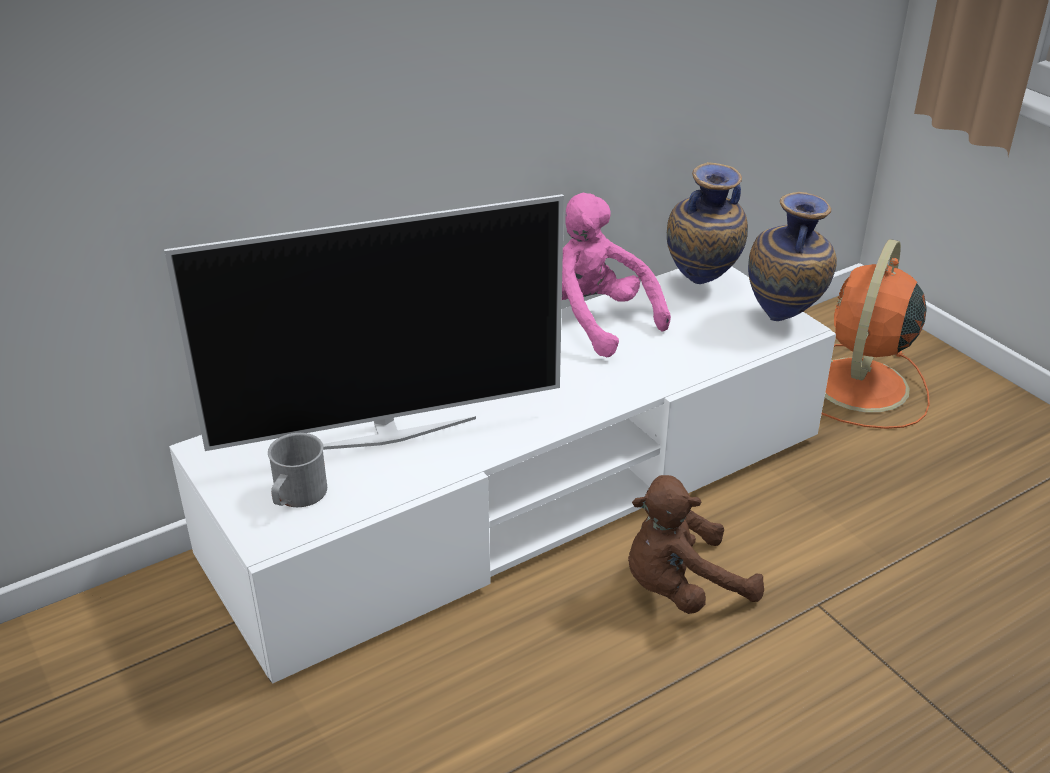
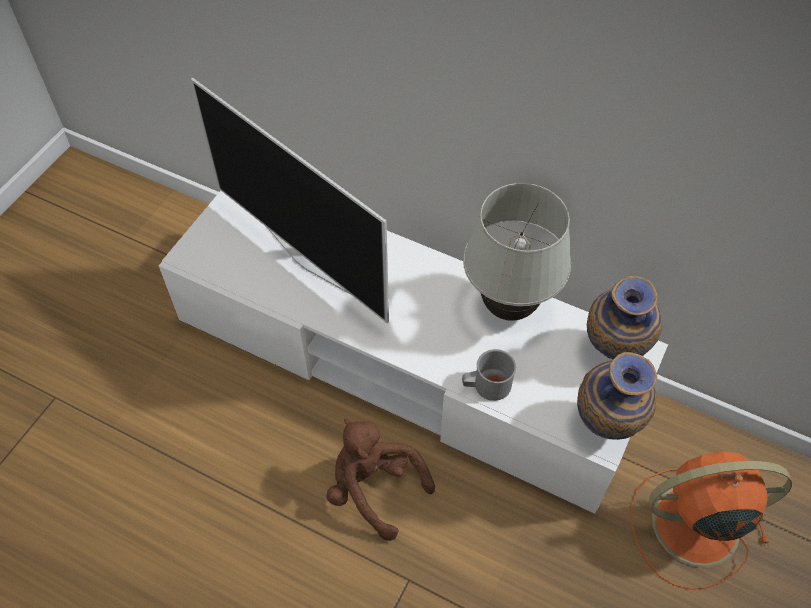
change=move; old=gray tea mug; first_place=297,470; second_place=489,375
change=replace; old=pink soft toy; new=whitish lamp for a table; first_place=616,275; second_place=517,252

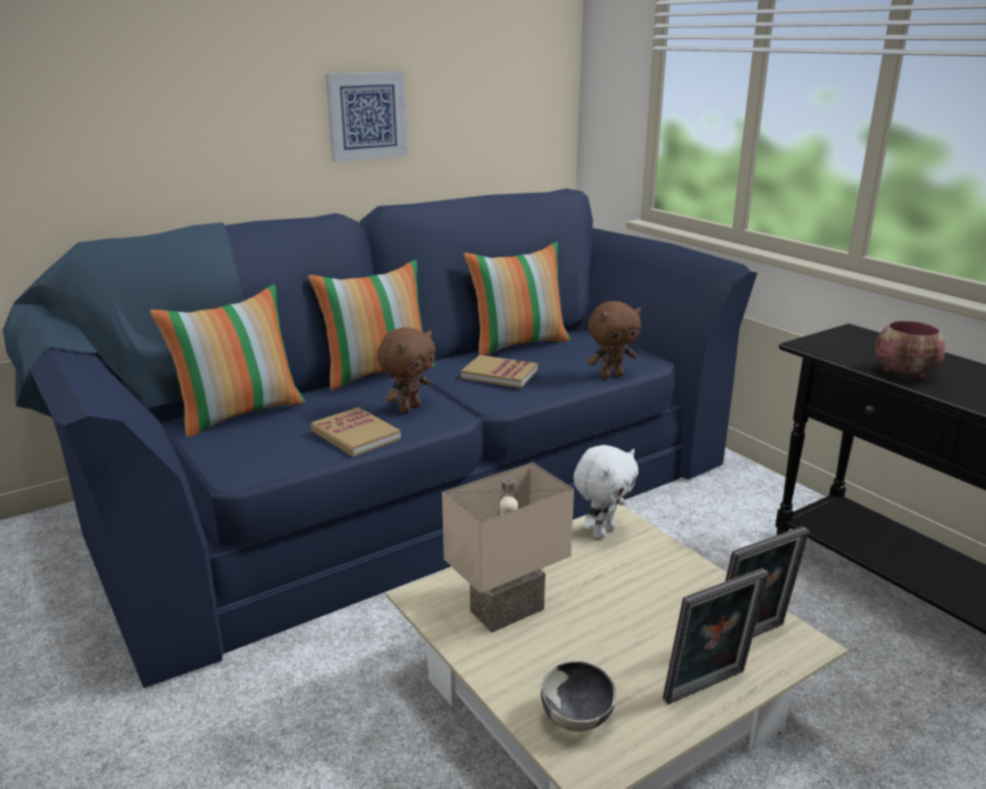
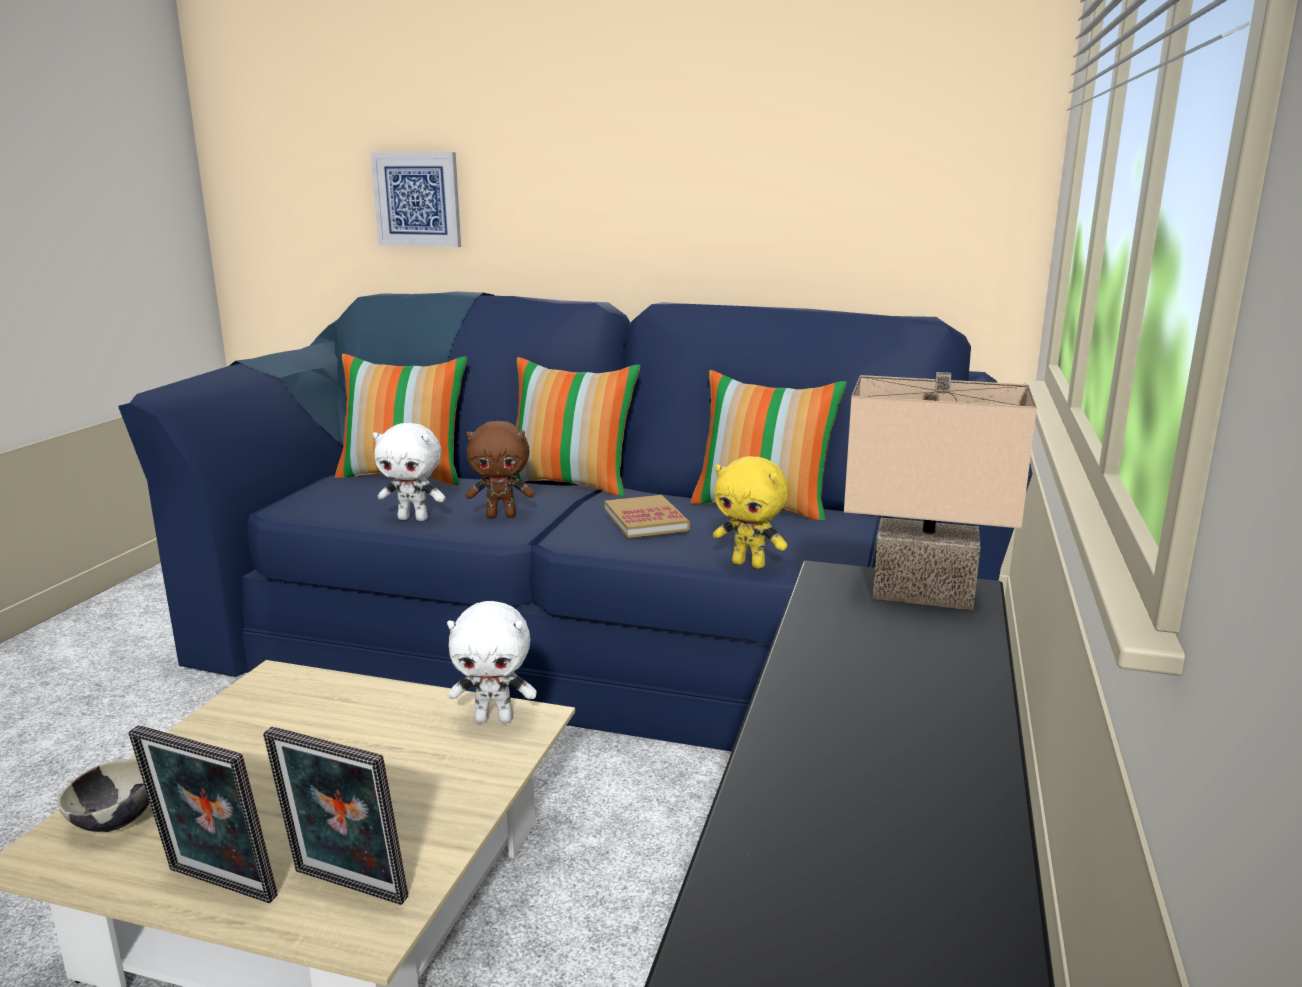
change=delete; old=deep dish; first_place=910,350
change=move; old=picture; first_place=367,116; second_place=416,199
change=move; old=beige-coloured lamp for a table; first_place=508,547; second_place=940,491
change=replace; old=volume; new=whitish soft toy; first_place=356,432; second_place=409,472
change=recolor; old=brownish soft toy; new=yellowish soft toy; first_place=614,339; second_place=751,512

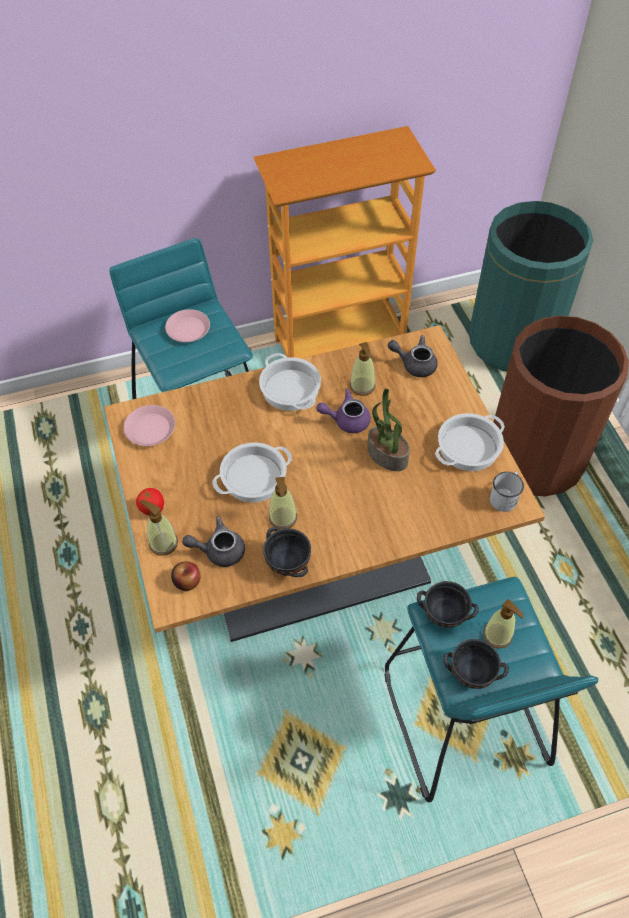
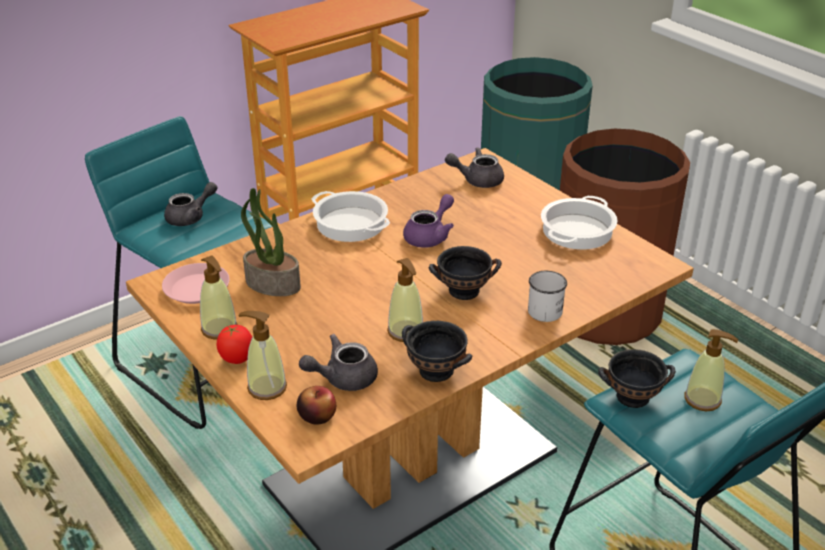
change=delete; old=saucepot; first_place=252,472
change=move; old=soap bottle; first_place=362,369; second_place=219,297
change=move; old=houseplant; first_place=388,430; second_place=271,242
change=move; old=black deep dish; first_place=476,664; second_place=465,273
change=move; old=whitish tea mug; first_place=507,491; second_place=547,296
change=replace; old=pink plate; new=gray teapot; first_place=187,325; second_place=190,204
change=rotate; old=purplish teapot; first_place=343,411; second_place=428,221; degrees=150

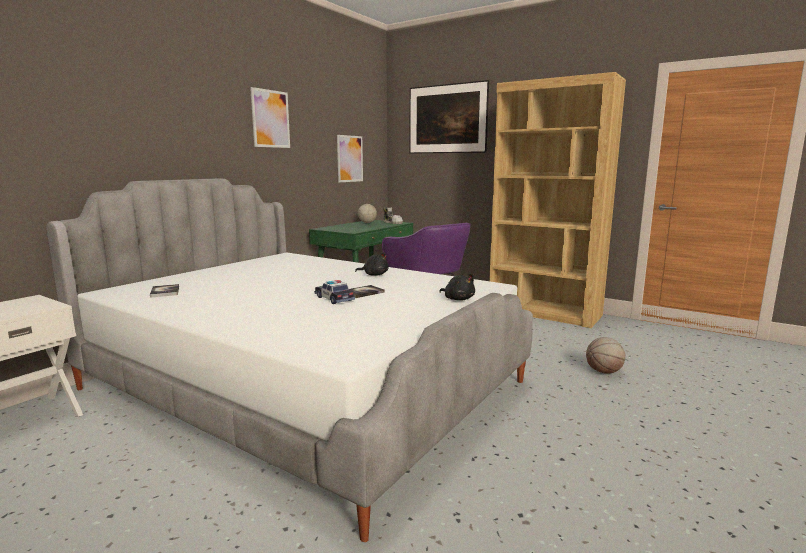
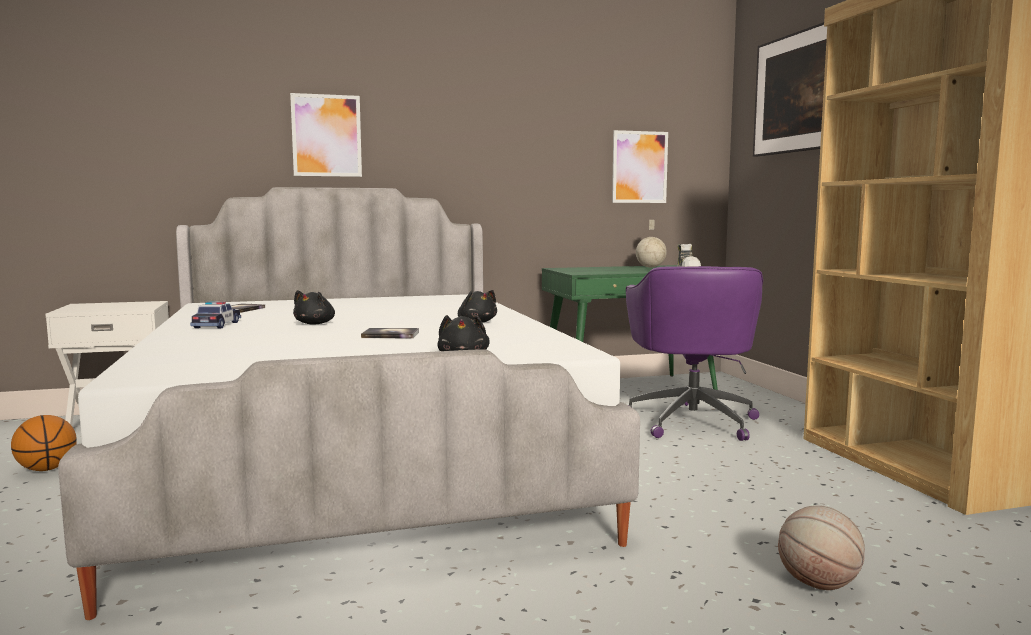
change=insert; new=ball for basketball; second_place=44,443
change=insert; new=black soft toy; second_place=314,307
change=move; old=picture; first_place=270,117; second_place=326,135
change=move; old=model car; first_place=334,292; second_place=215,315

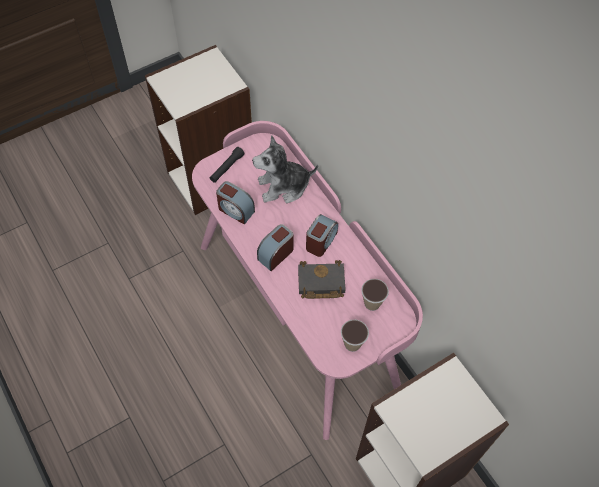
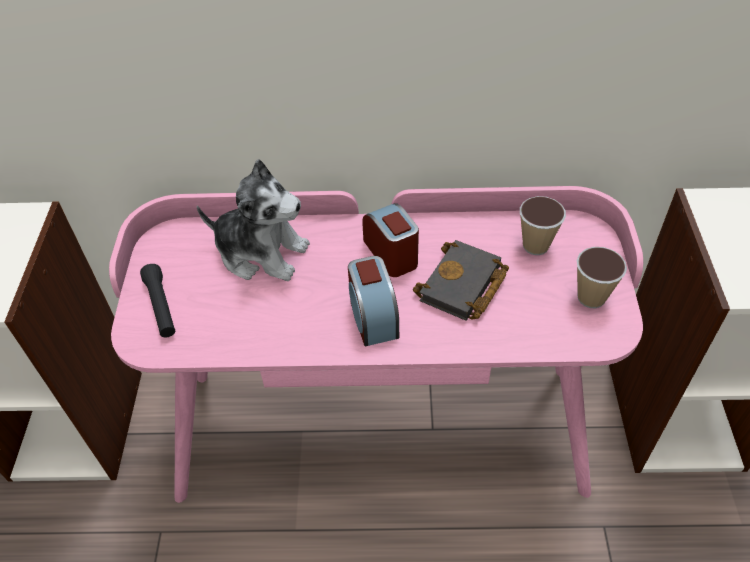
change=delete; old=alarm clock; first_place=235,203
change=rotate; old=soft toy; first_place=285,169; second_place=253,220; degrees=-90

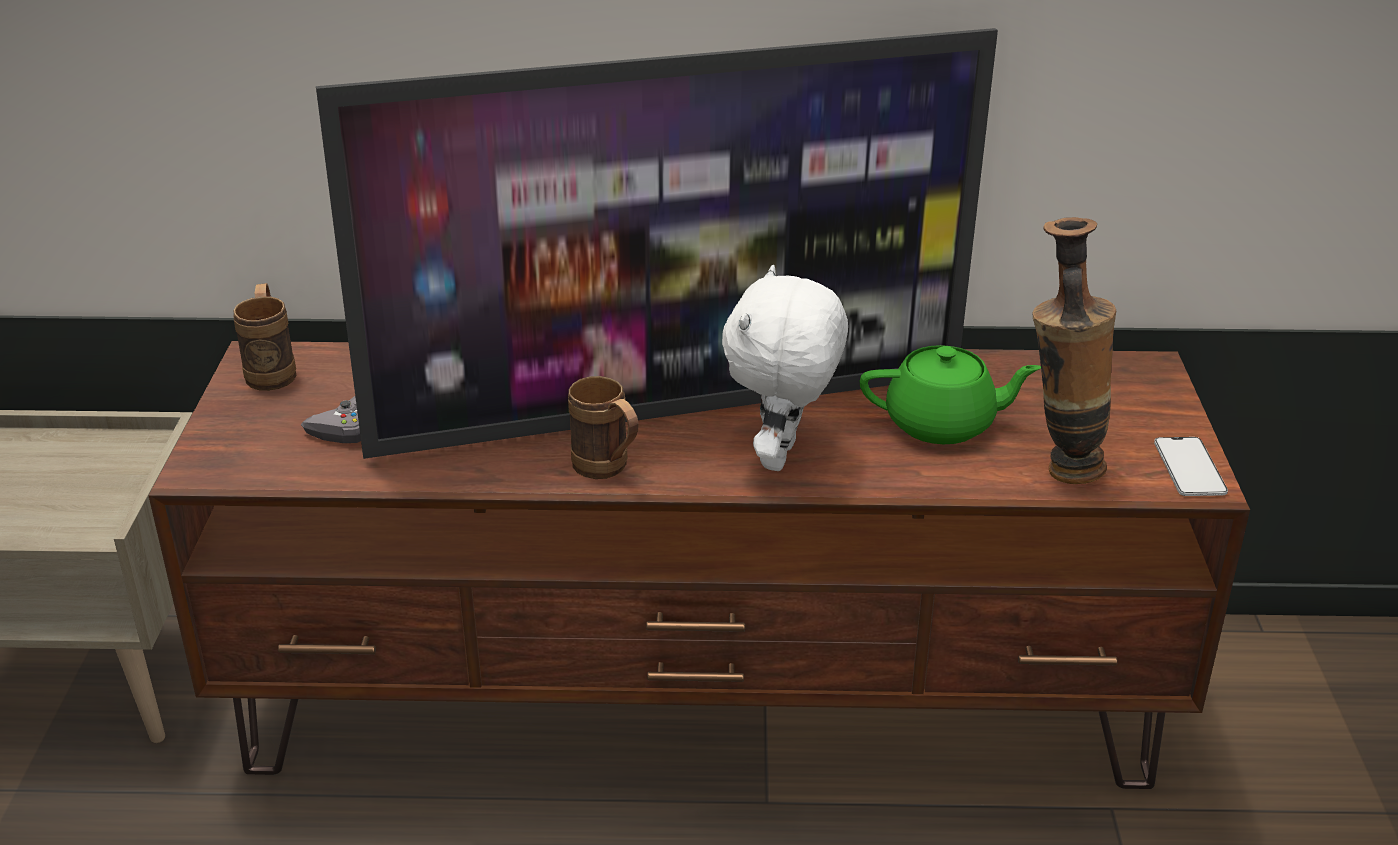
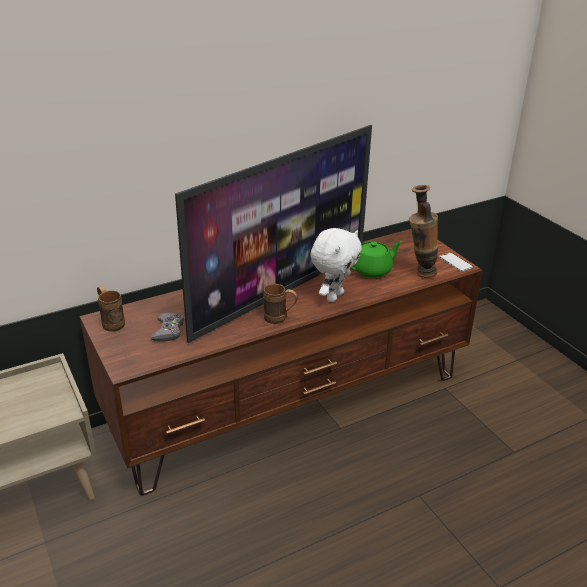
change=rotate; old=whitish soft toy; first_place=785,368; second_place=336,265; degrees=-135

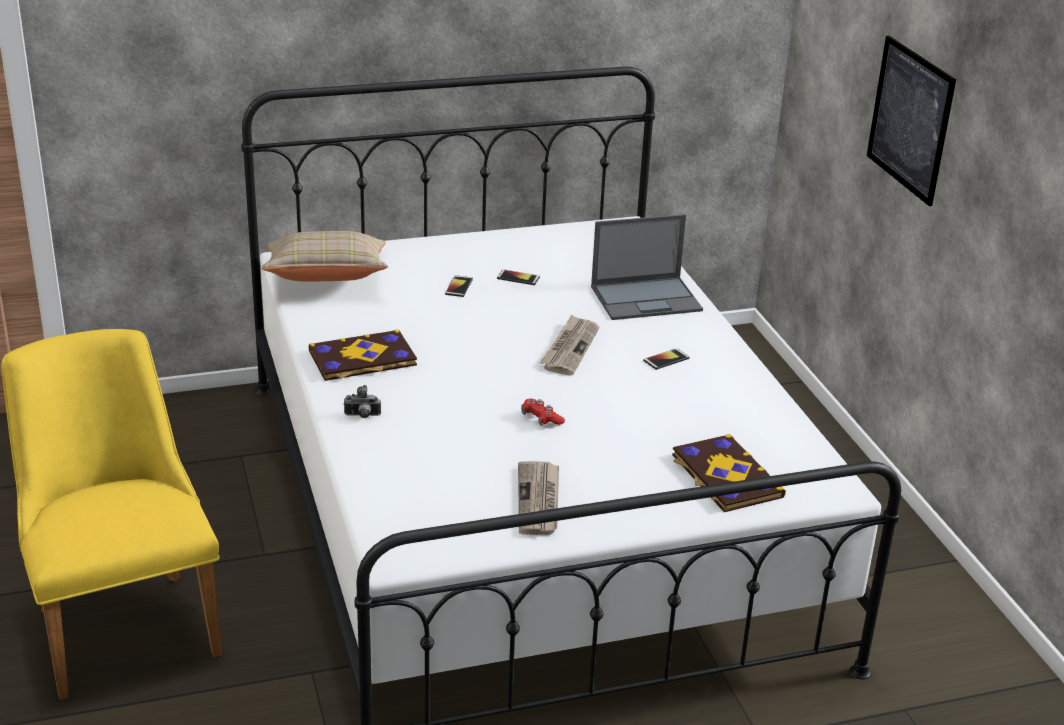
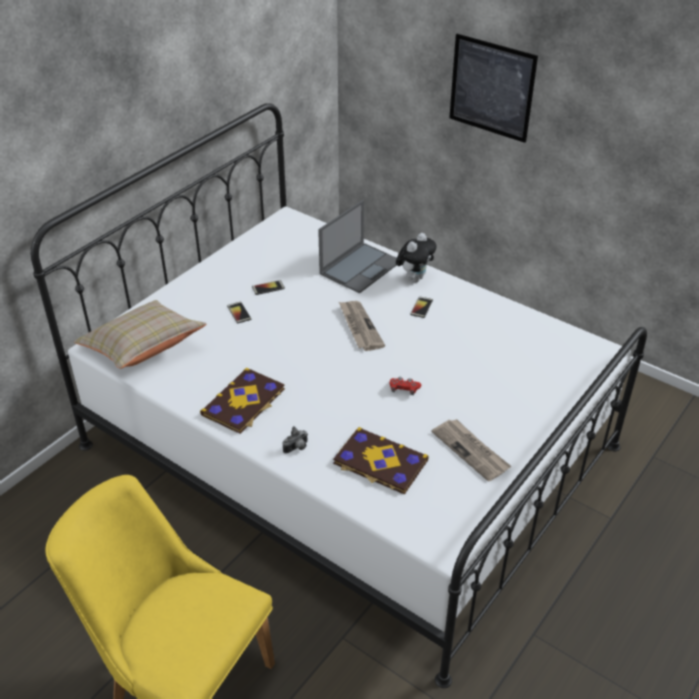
change=insert; new=soft toy; second_place=416,257
change=move; old=volume; first_place=729,473; second_place=381,461

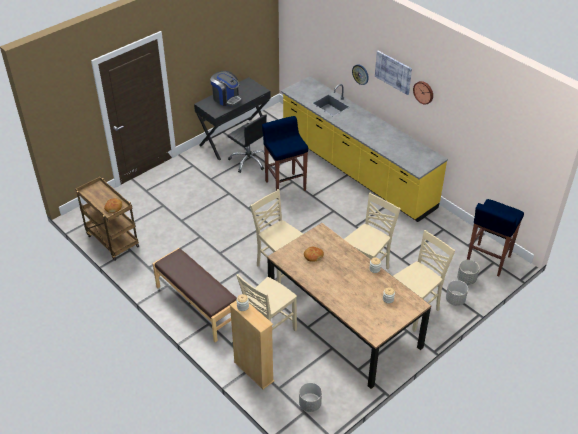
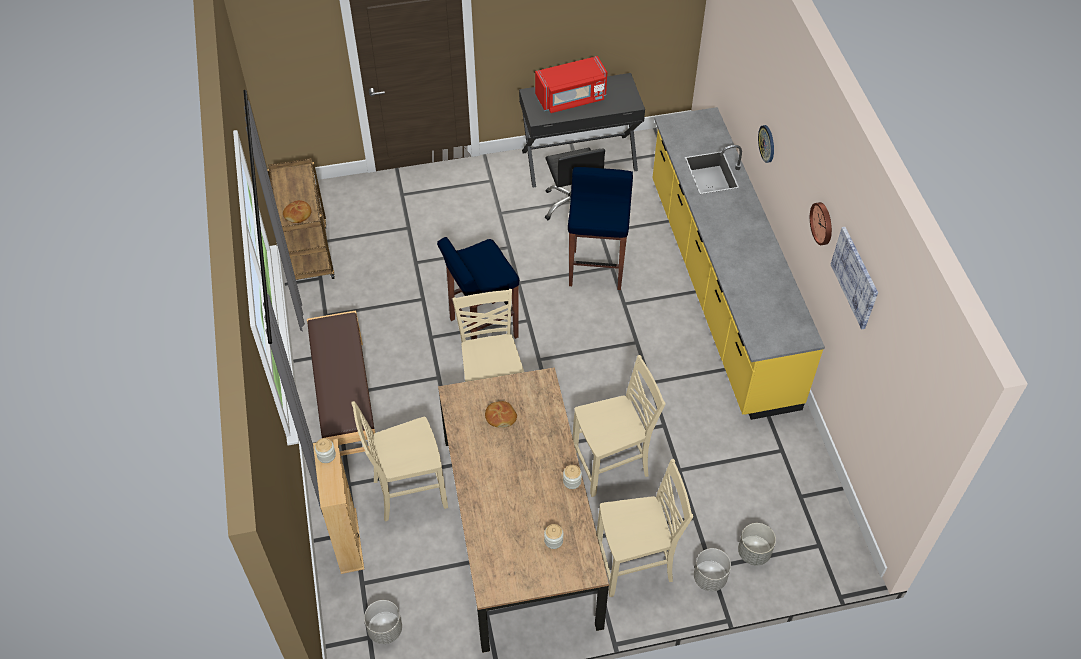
change=move; old=picture; first_place=393,73; second_place=854,278
change=move; old=blue stool; first_place=495,237; second_place=478,288
change=replace; old=coffee brewer; new=red-coloured microwave oven; first_place=226,88; second_place=571,84

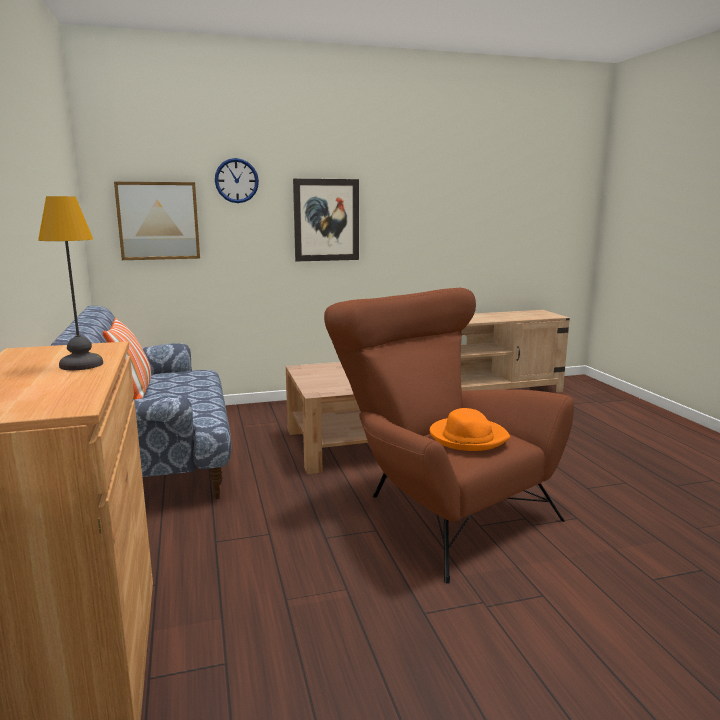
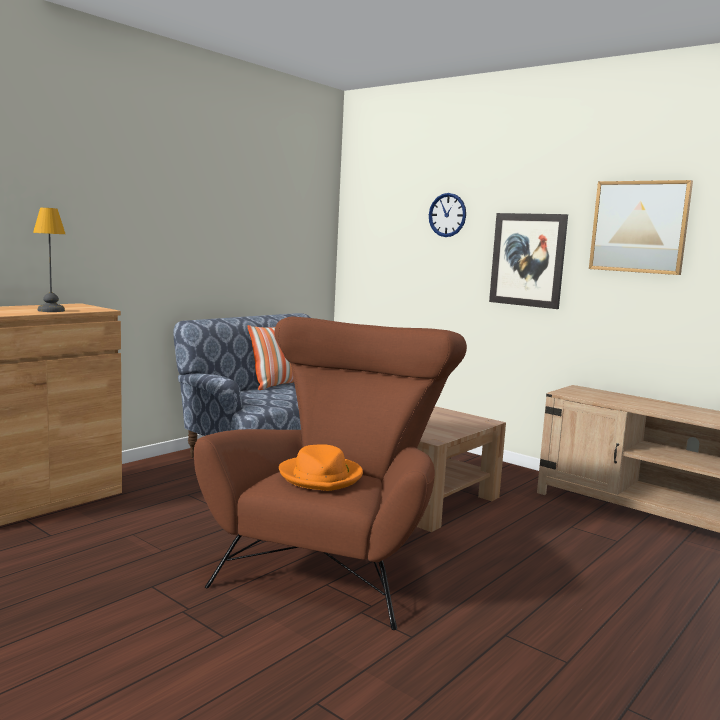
change=move; old=picture; first_place=157,221; second_place=641,227

